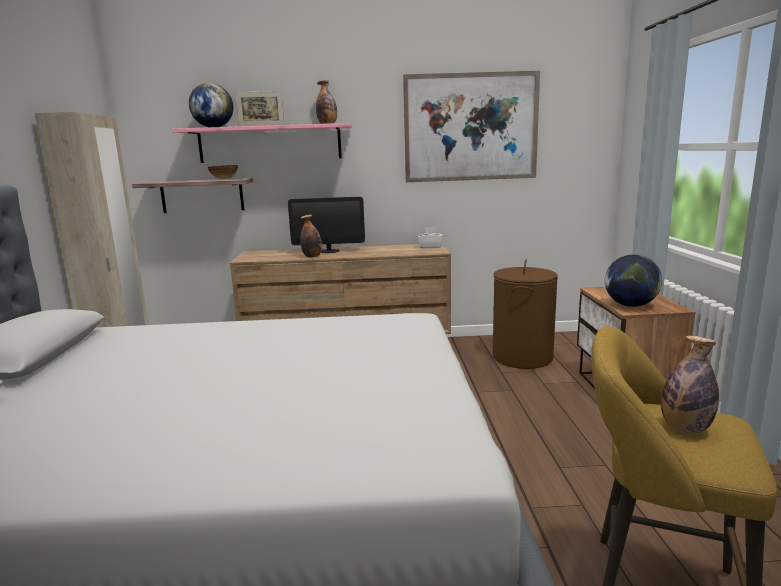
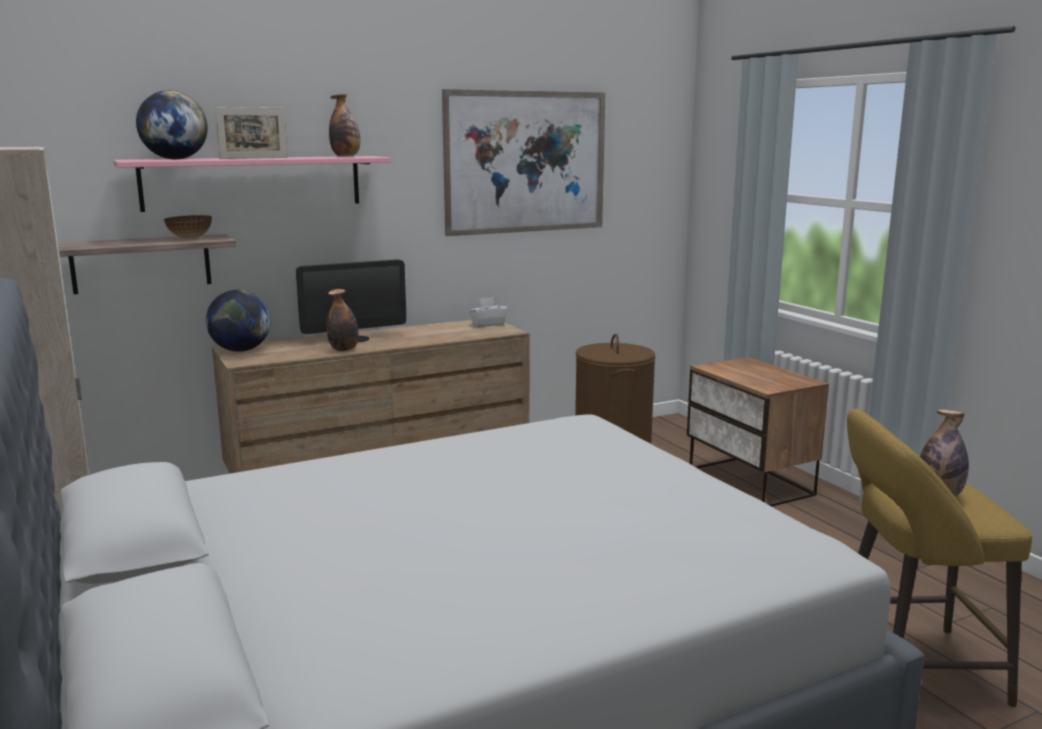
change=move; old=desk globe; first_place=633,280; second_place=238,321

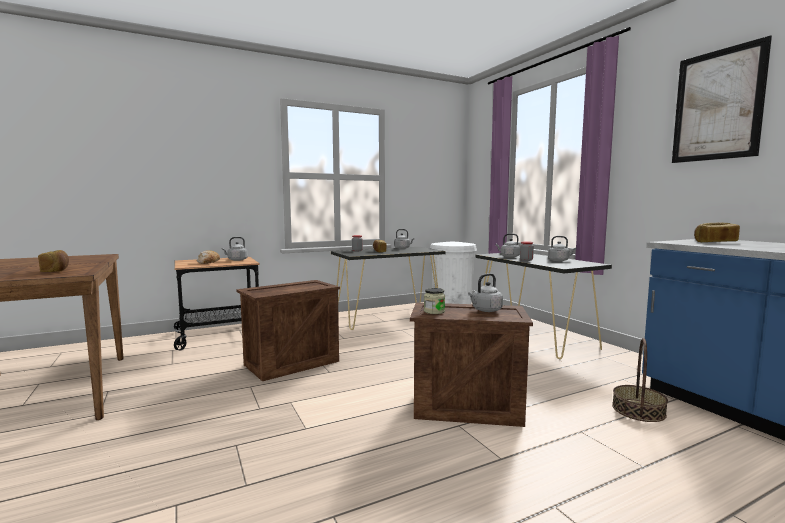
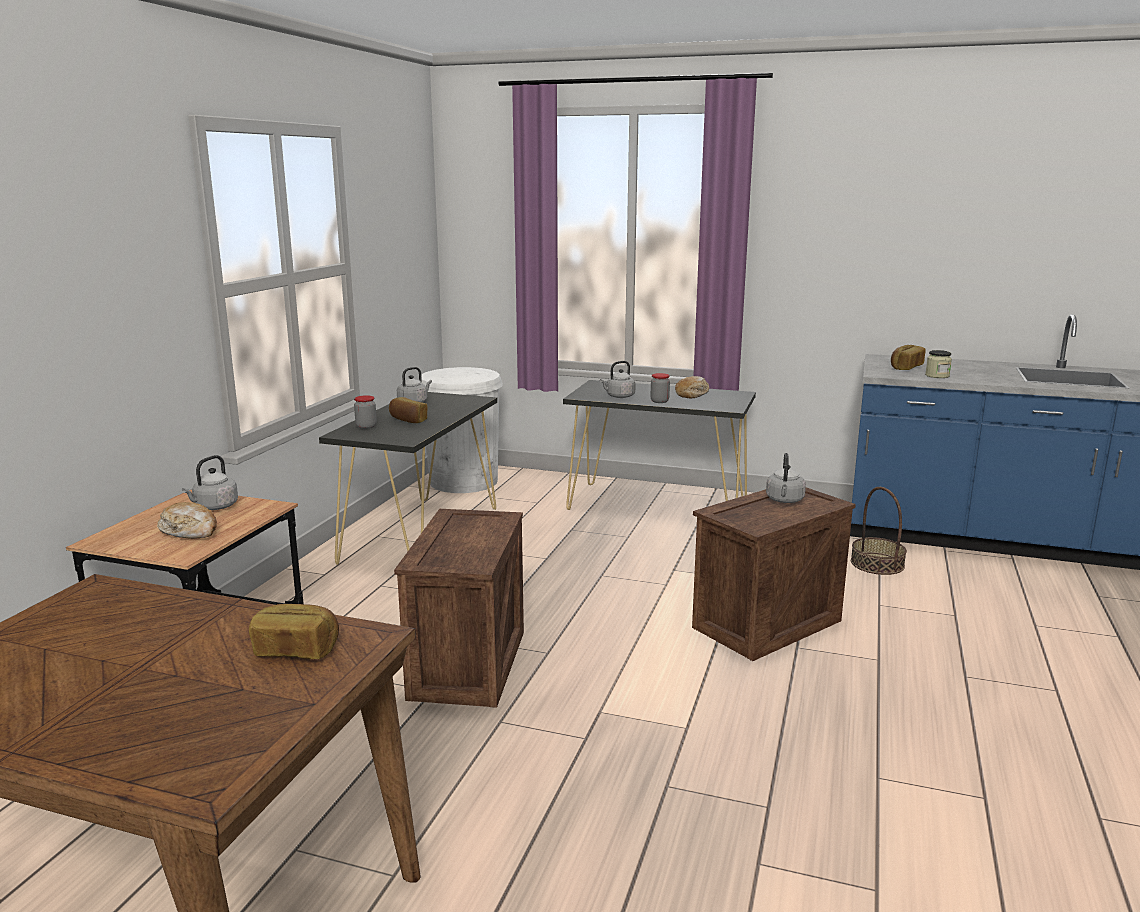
change=delete; old=picture; first_place=722,99
change=move; old=preserve jar; first_place=434,301; second_place=938,364
change=replace; old=gray water kettle; new=bakery bread; first_place=562,248; second_place=692,387

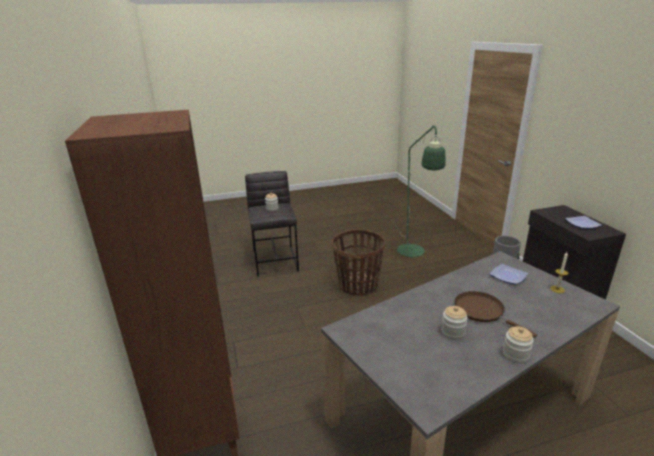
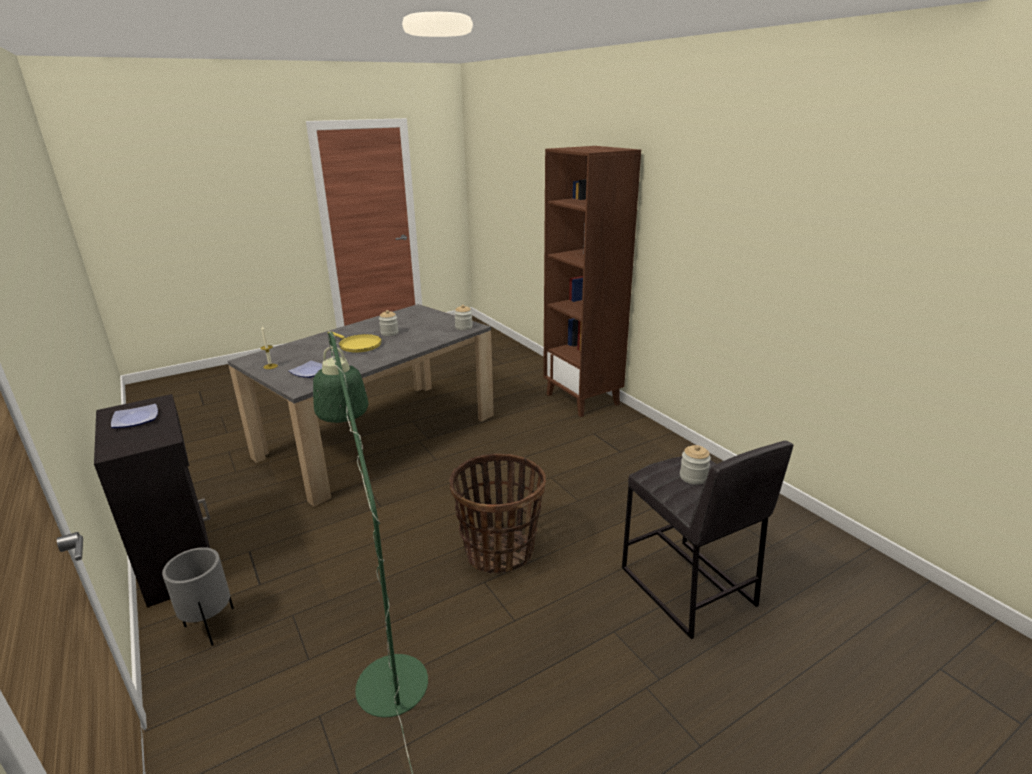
change=move; old=preserve jar; first_place=518,344; second_place=463,317
change=recolor; old=brownish skillet; new=yellowish skillet; first_place=495,314; second_place=355,342

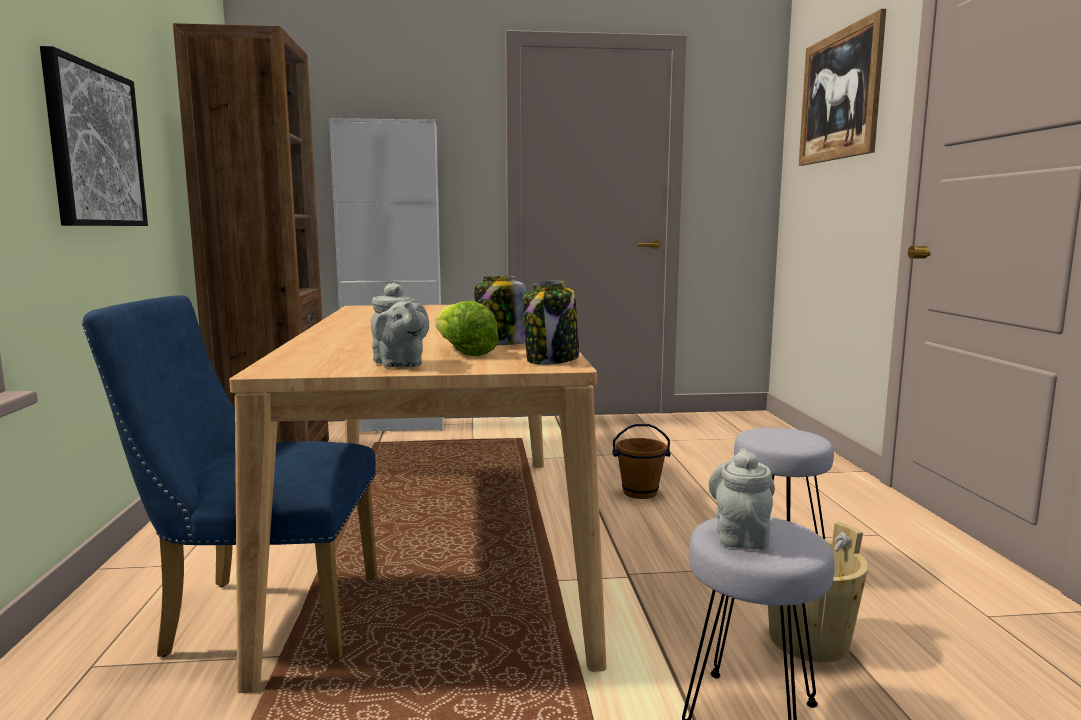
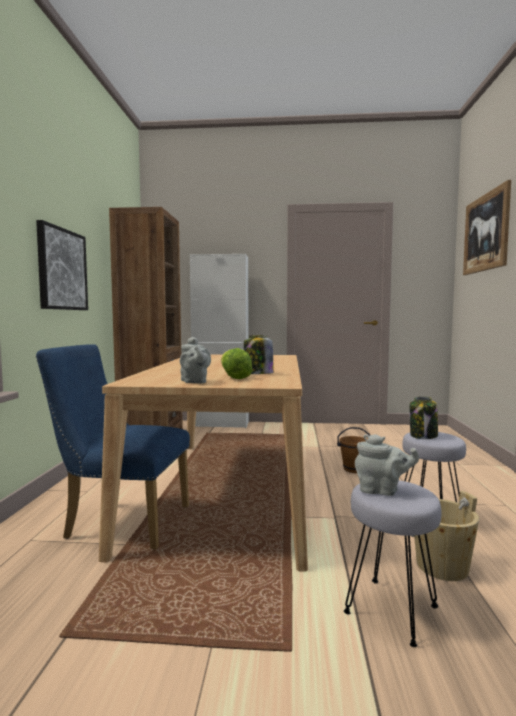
change=move; old=preserve jar; first_place=551,323; second_place=424,417
change=rotate; old=gray teapot; first_place=741,499; second_place=387,465; degrees=90

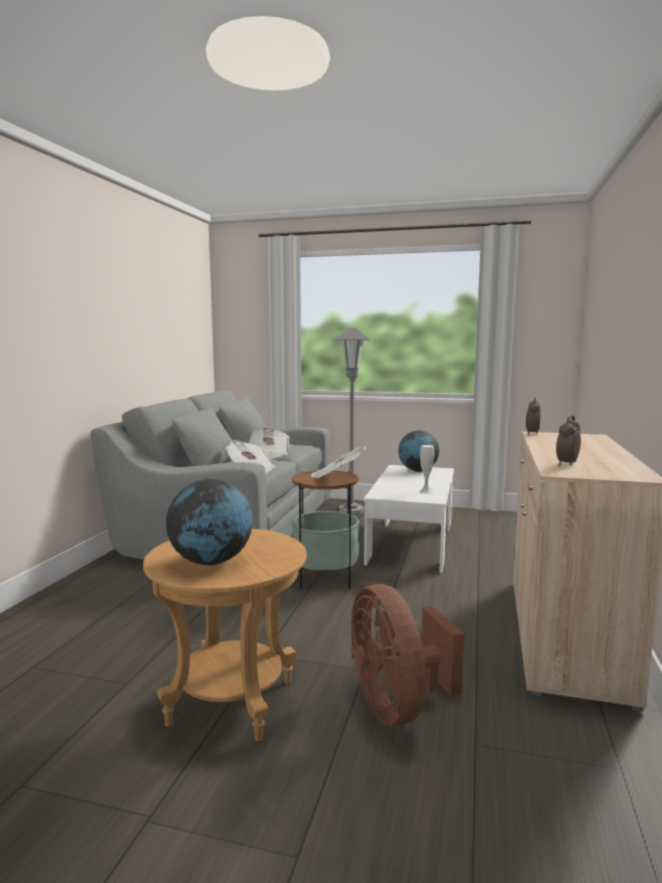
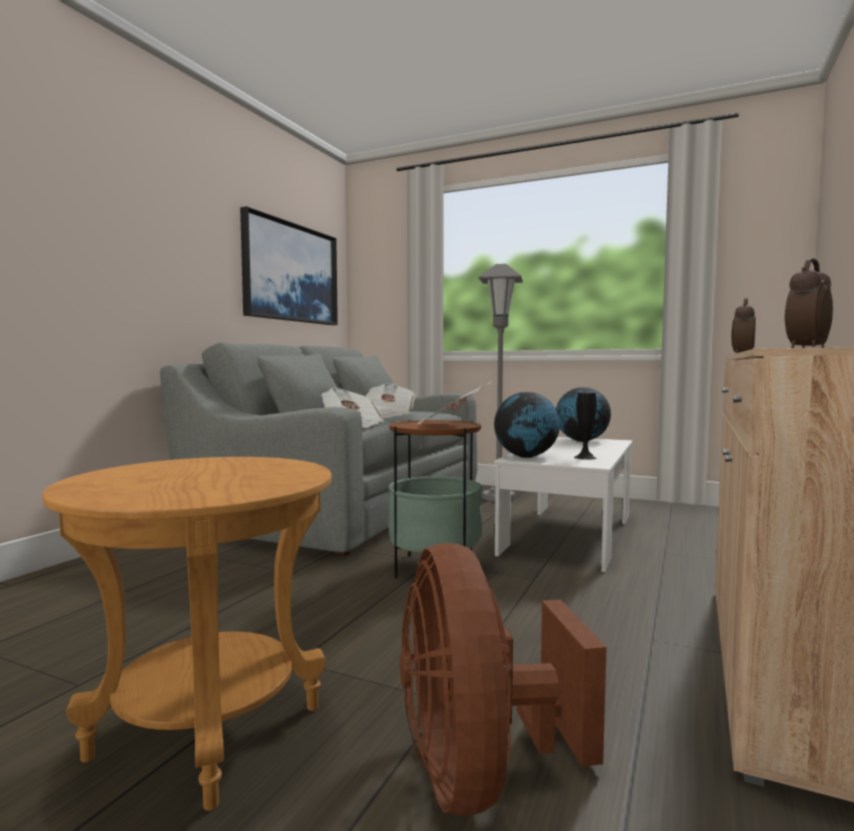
change=insert; new=picture; second_place=289,265
change=move; old=desk globe; first_place=209,522; second_place=527,425
change=recolor; old=whitish vase; new=black vase; first_place=426,469; second_place=585,426

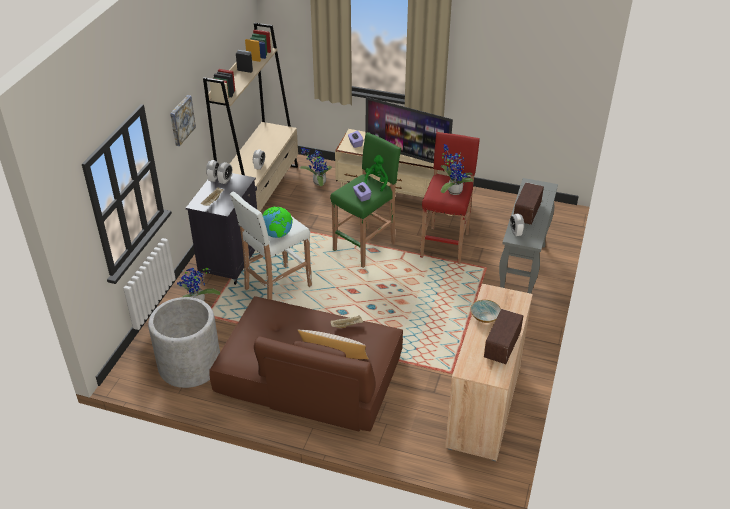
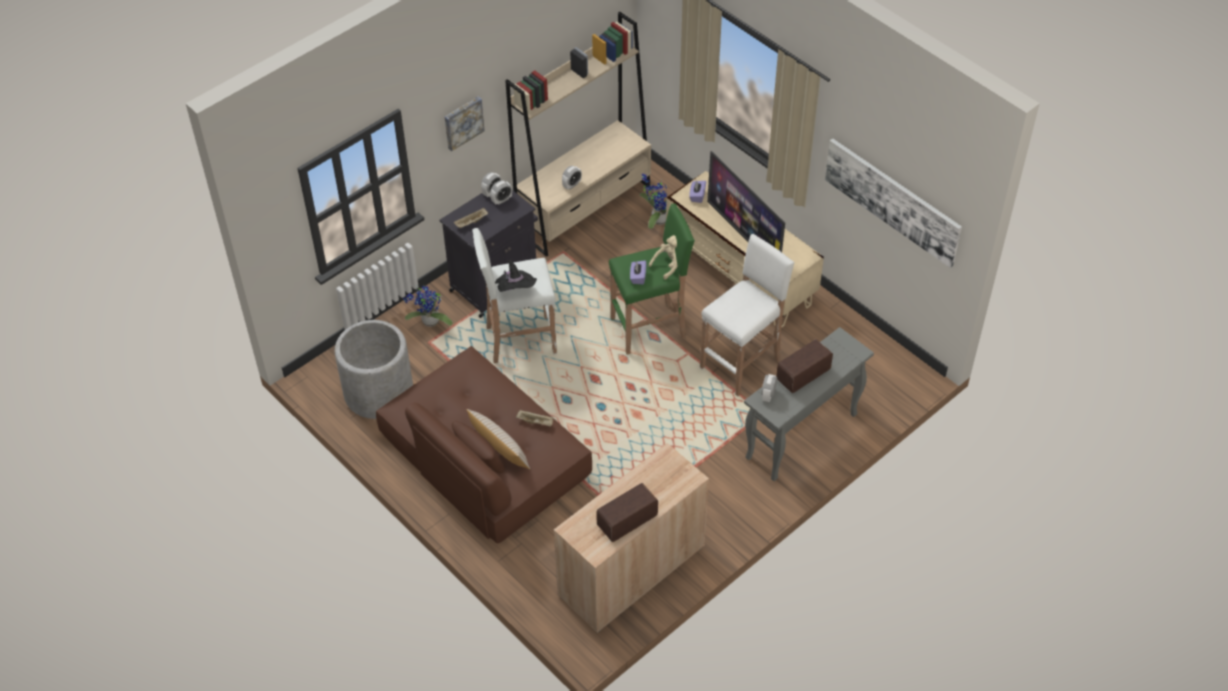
change=delete; old=houseplant; first_place=457,169
change=delete; old=deep dish; first_place=485,311
change=insert; new=picture; second_place=893,203
change=replace; old=desk globe; new=black hat; first_place=278,222; second_place=516,276
change=recolor; old=greenish soft toy; new=beige-coloured soft toy; first_place=376,173; second_place=663,257
change=recolor; old=red-coloured stool; new=whitish stool; first_place=450,198; second_place=747,315

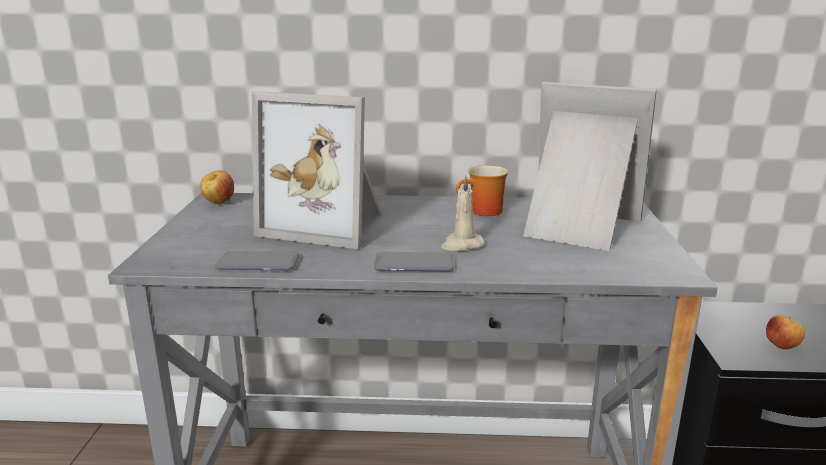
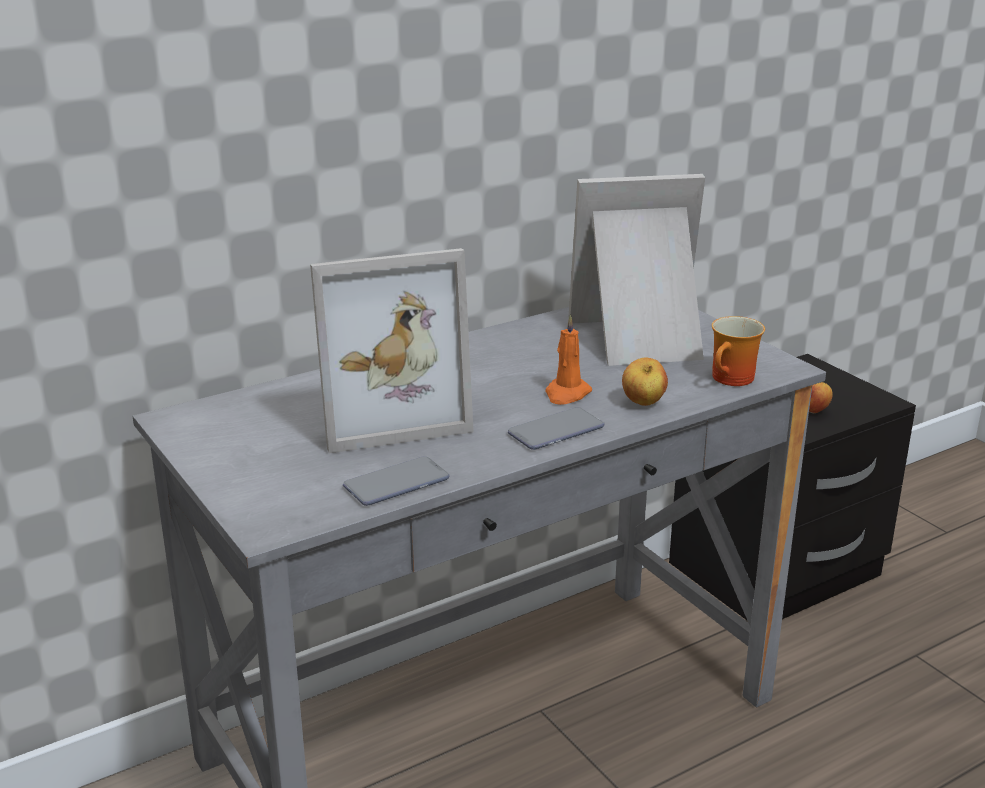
change=move; old=apple; first_place=217,187; second_place=645,382
change=move; old=tea mug; first_place=482,190; second_place=738,351
change=recolor; old=beige-coloured wax candle; new=orange-coloured wax candle; first_place=462,213; second_place=568,359

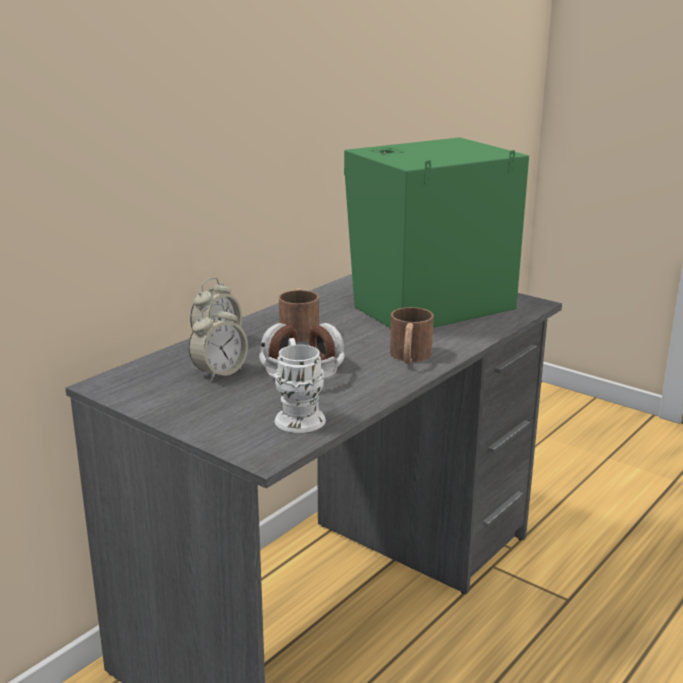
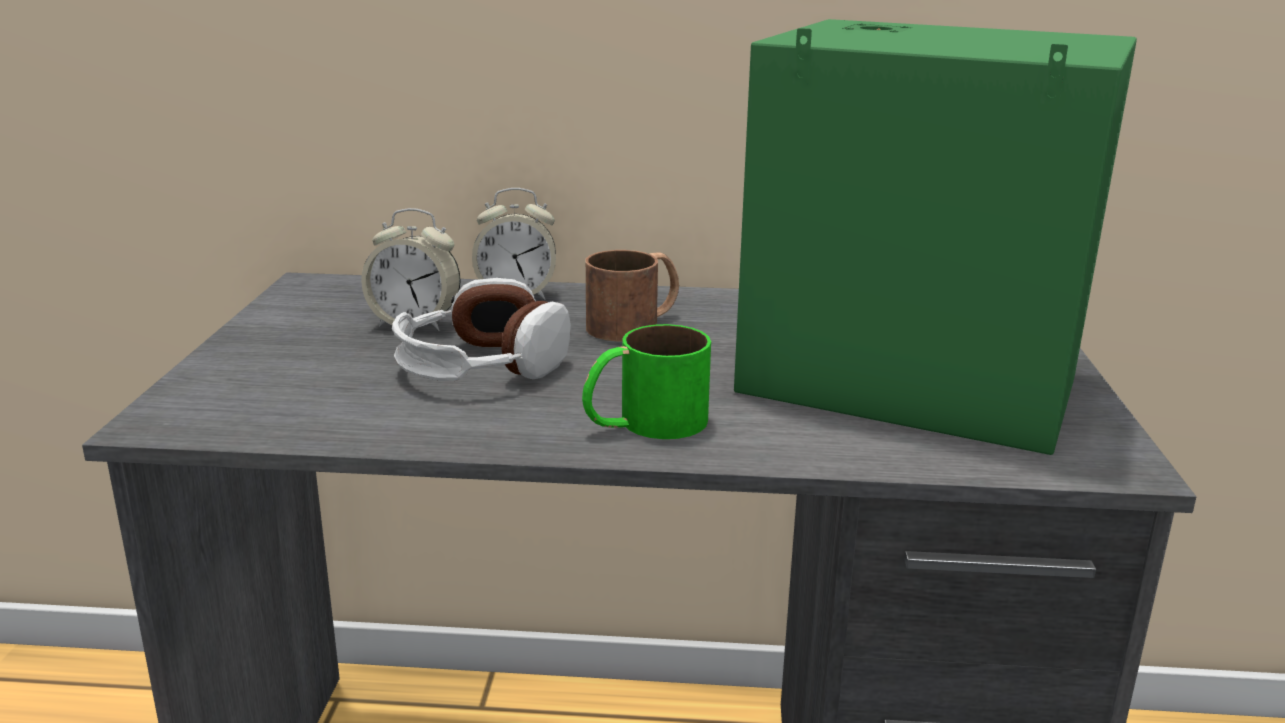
change=delete; old=whitish tea mug; first_place=300,385
change=recolor; old=brownish tea mug; new=greenish tea mug; first_place=412,335; second_place=646,381

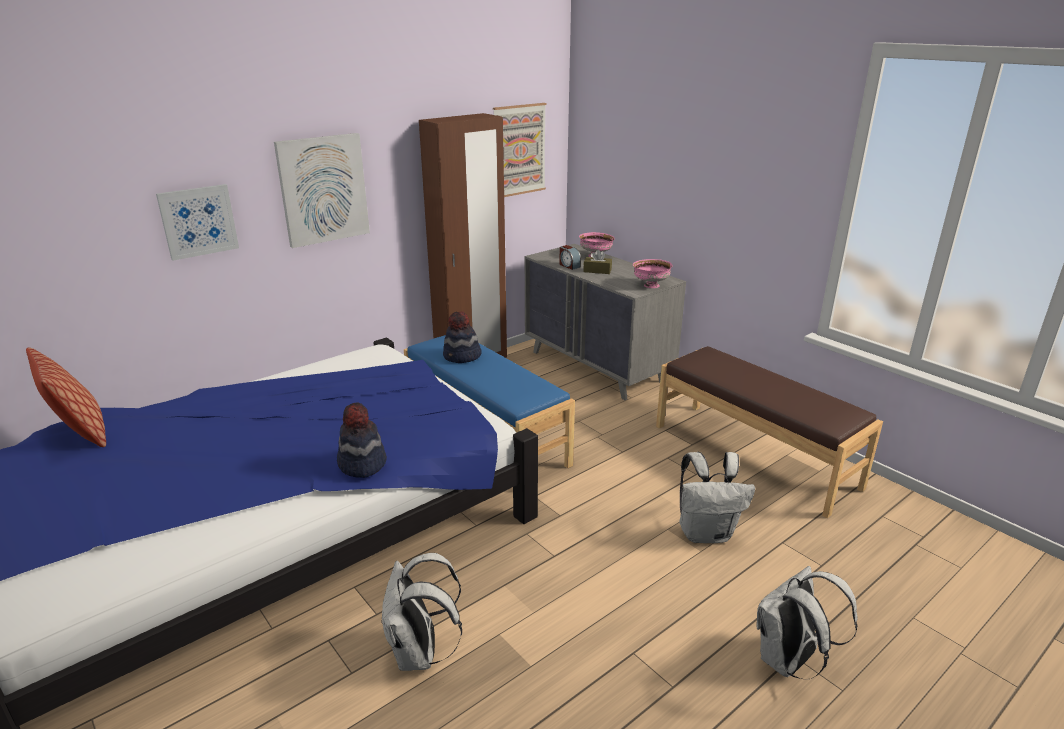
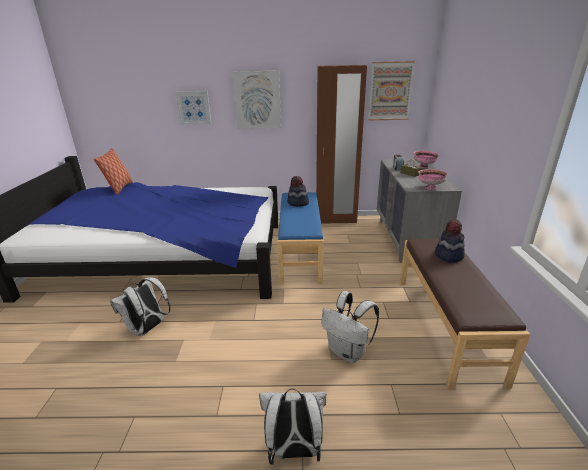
change=move; old=hat; first_place=362,440; second_place=450,241

